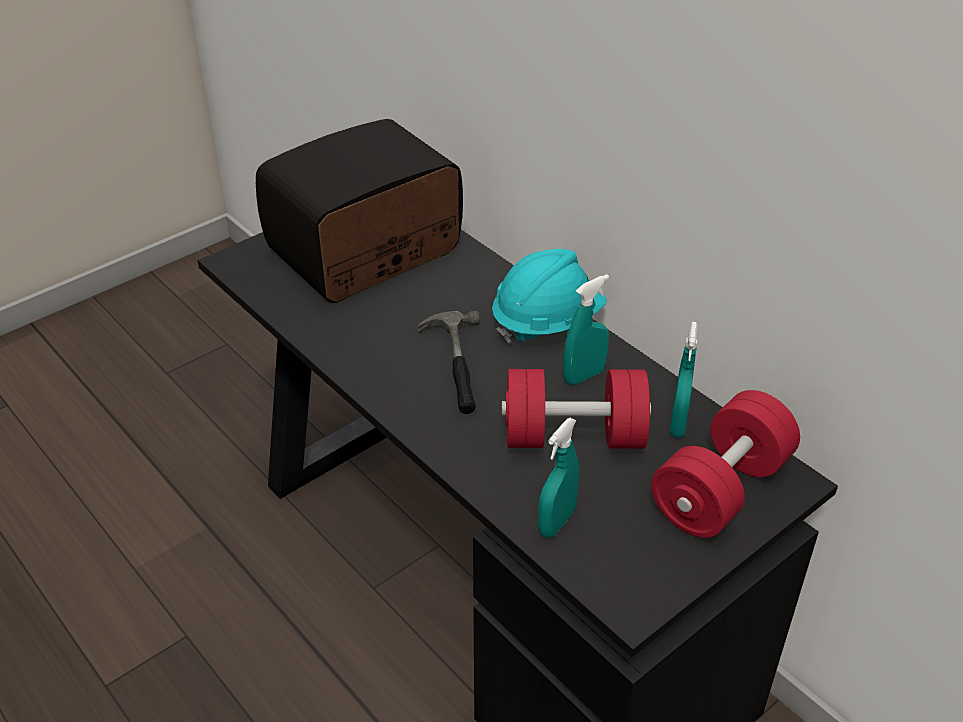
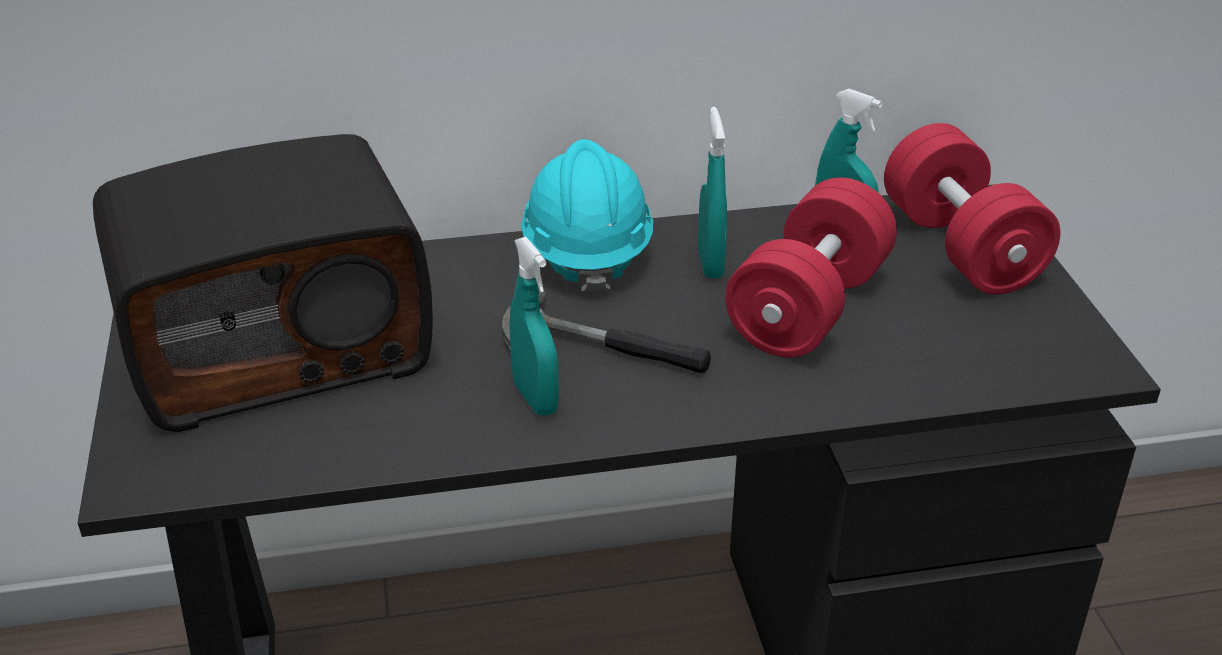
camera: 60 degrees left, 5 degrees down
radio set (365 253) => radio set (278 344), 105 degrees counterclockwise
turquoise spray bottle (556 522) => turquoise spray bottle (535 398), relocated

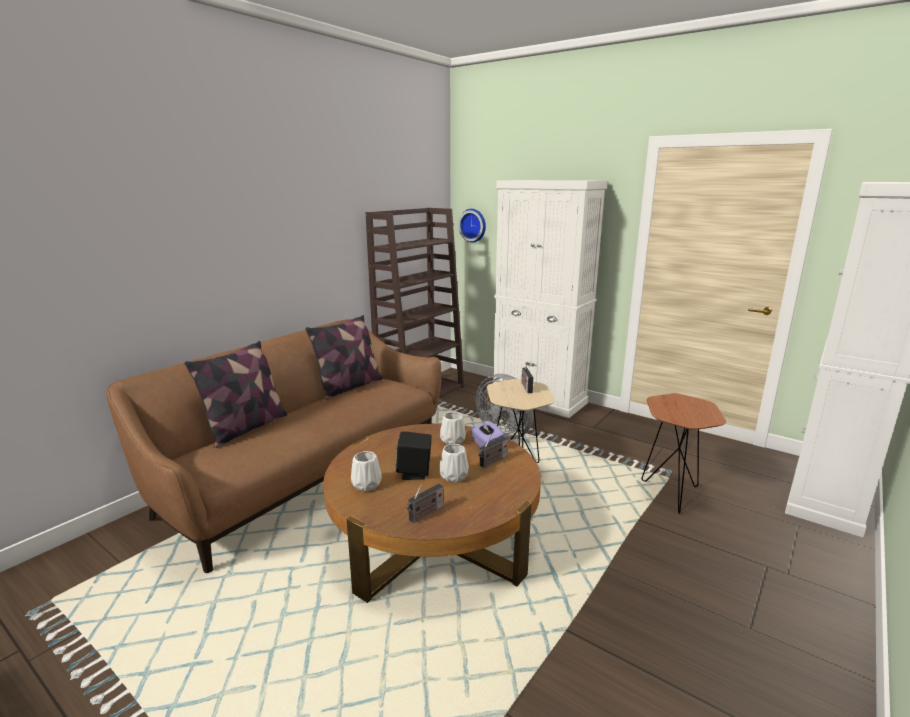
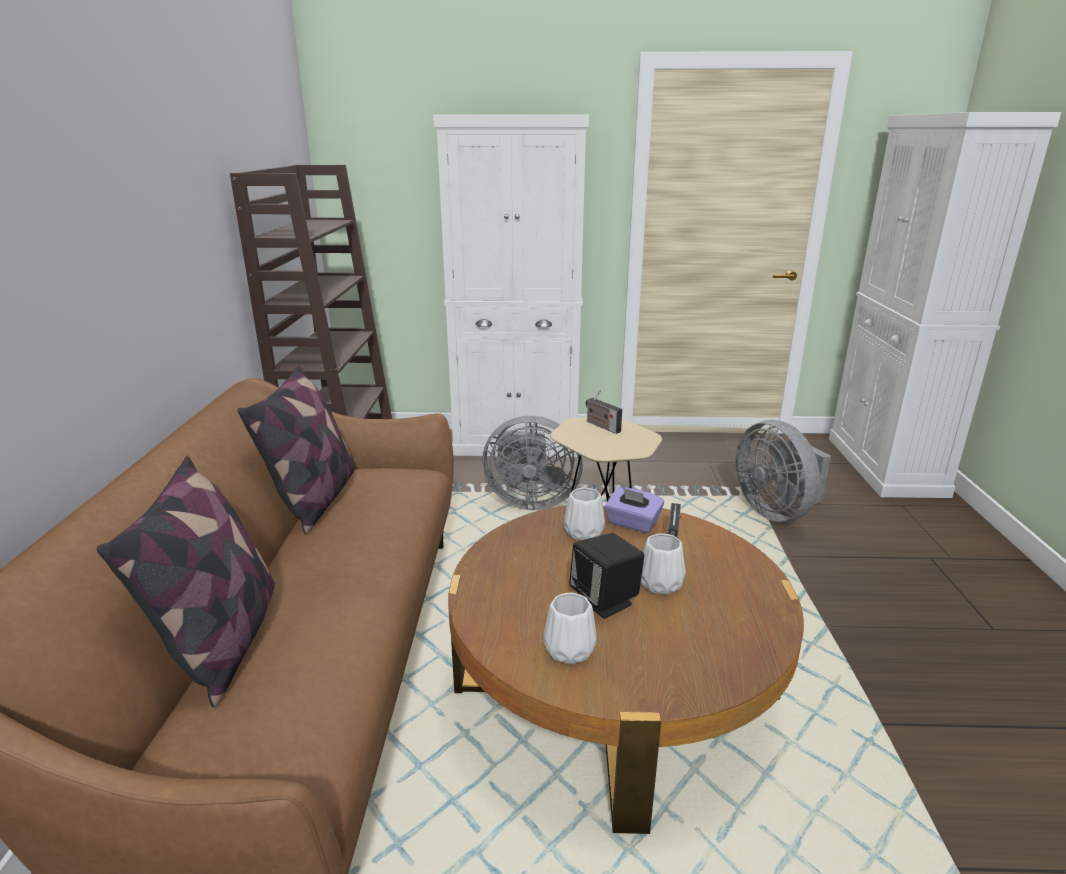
camera: 35 degrees left, 5 degrees up
brown accent table (672 492) => greyish cooling fan (776 511)
radio set (425 514) => nothing
hanging clock (473 225) => nothing

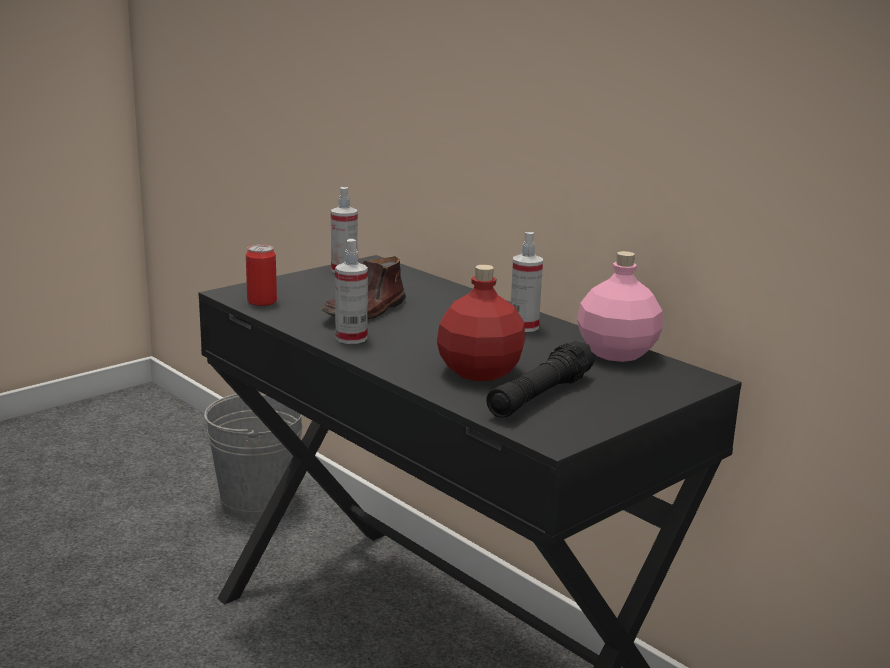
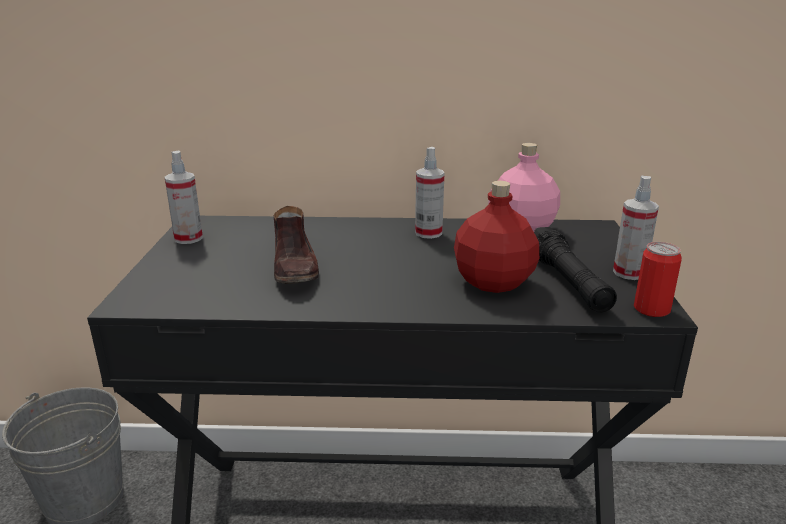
camera: 45 degrees left, 5 degrees up
spray bottle (351 338) => spray bottle (629 273), relocated
sealed can (262 301) => sealed can (651 309), relocated

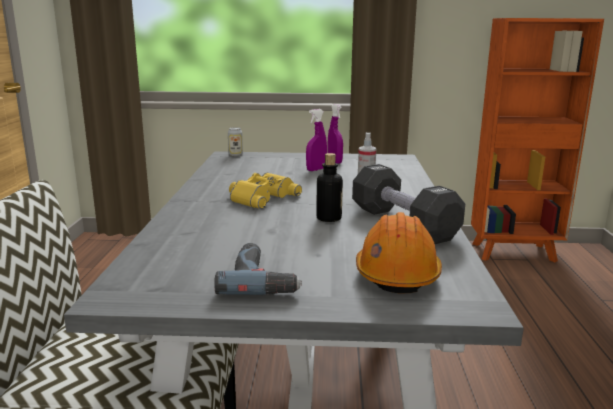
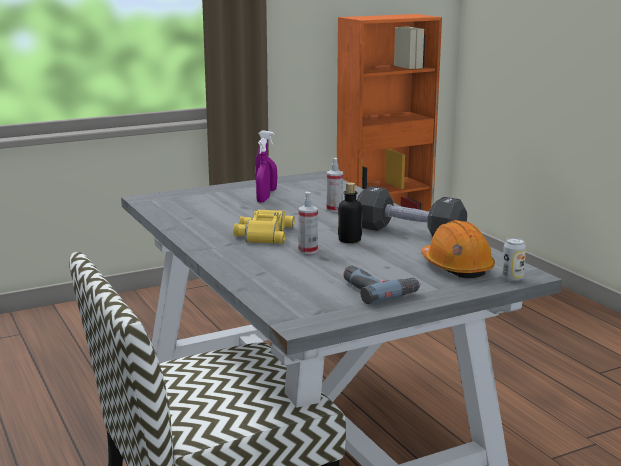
camera: 30 degrees left, 0 degrees up
nothing => spray bottle (308 251)
sealed can (235 154) => sealed can (512 278), relocated

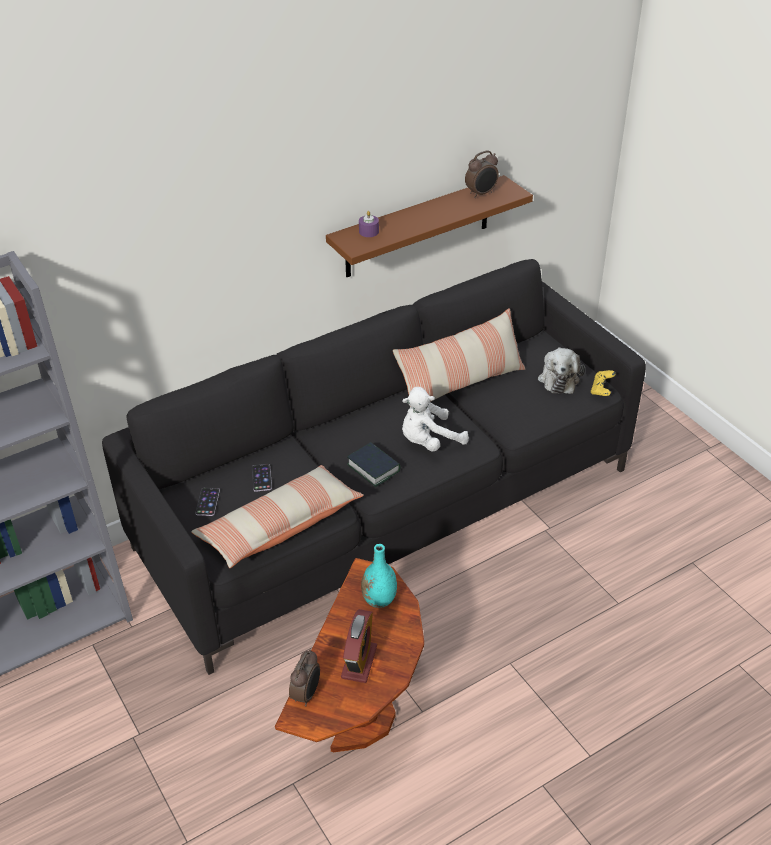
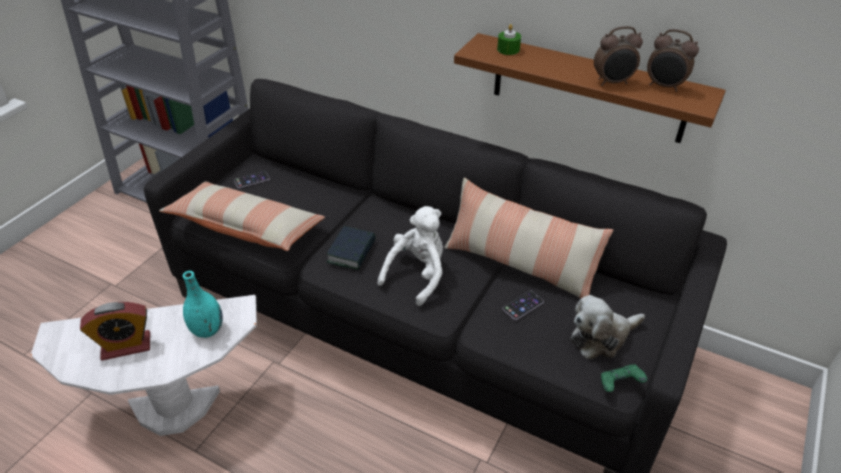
camera: 60 degrees right, 0 degrees up
brown accent table (363 717) => white accent table (174 409)
white cuddly toy (429 441) => white cuddly toy (417 275), 90 degrees clockwise
purple-coloured wax candle (369 231) => greenish wax candle (508 49)
phone (261 478) => phone (523 305), relocated
alarm clock (307 694) => alarm clock (612 83), relocated
yellow game controller (602 390) => greenish game controller (619 385)

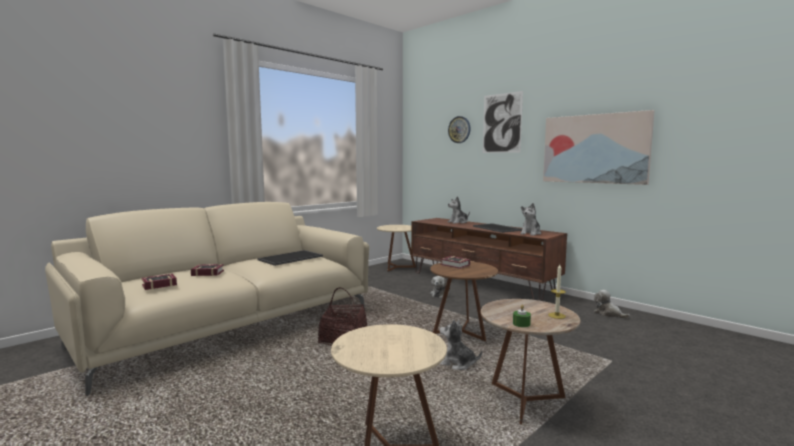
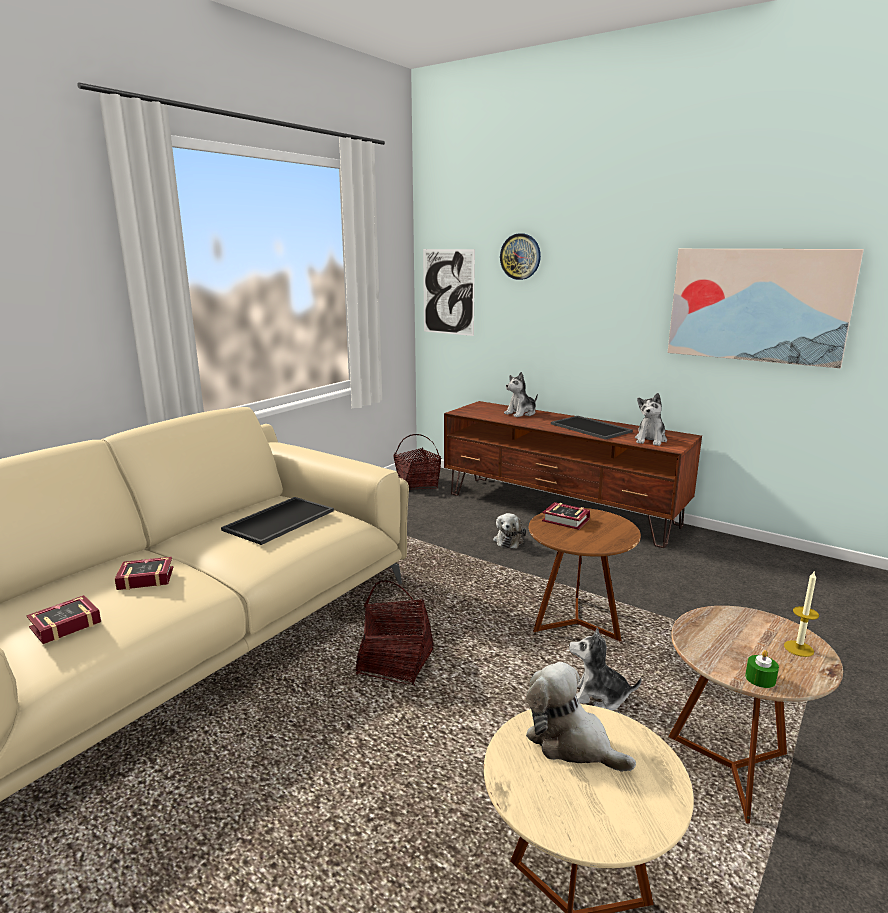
camera: 10 degrees left, 10 degrees up
sand-coloured accent table (397 267) => basket (417 484)
wall art (502 123) => wall art (448 292), relocated
cuddly toy (608 314) => cuddly toy (571 742), relocated

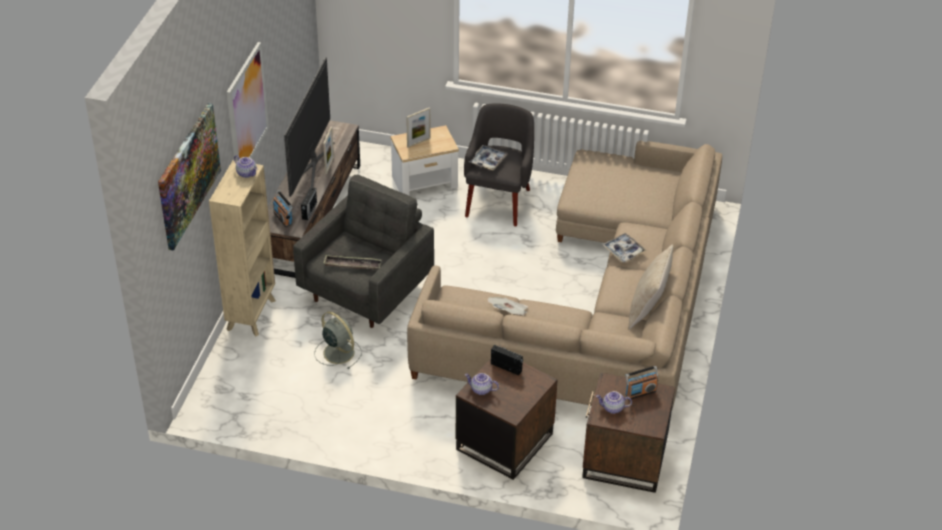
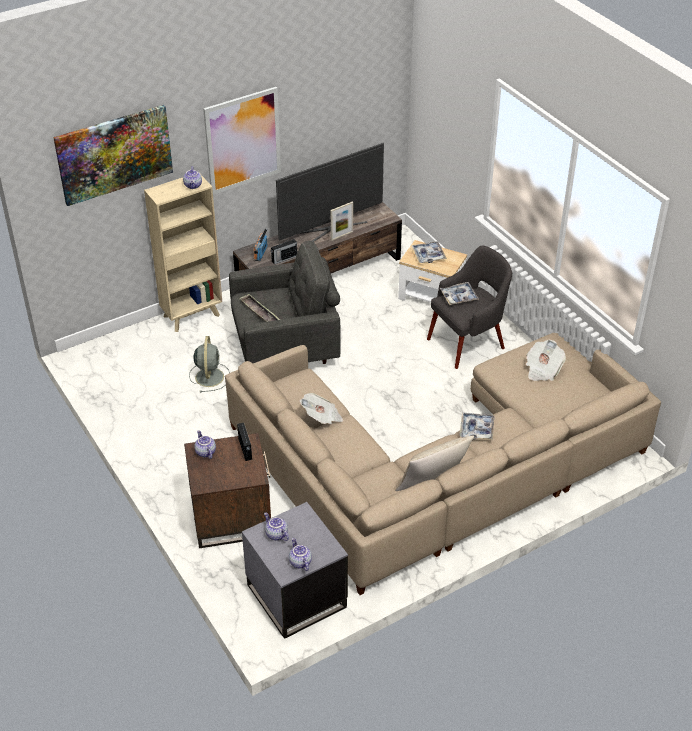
camera: 45 degrees right, 0 degrees up
brown accent table (624 460) => greyish accent table (295 596)
nothing => pot for tea (299 562)
standing frame (418 142) => carrying tray (428 255)
nothing => daily paper (542 369)
radio set (640 392) => nothing

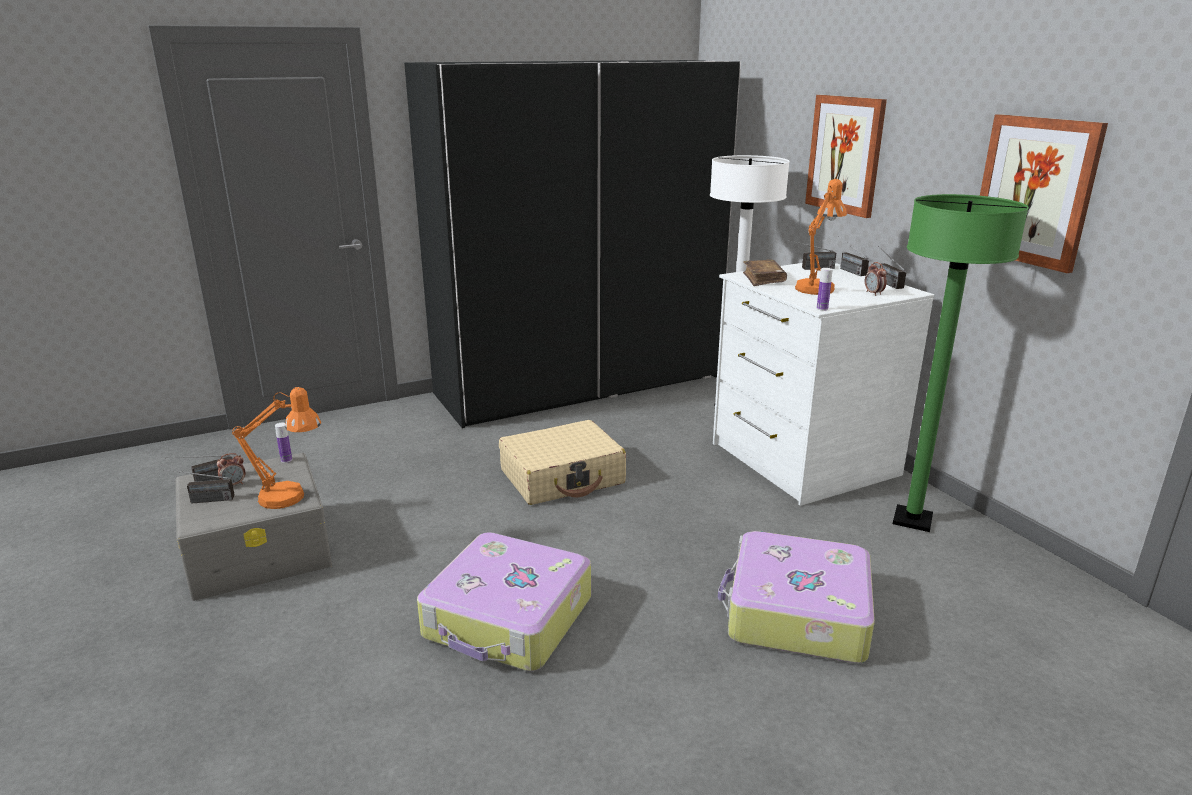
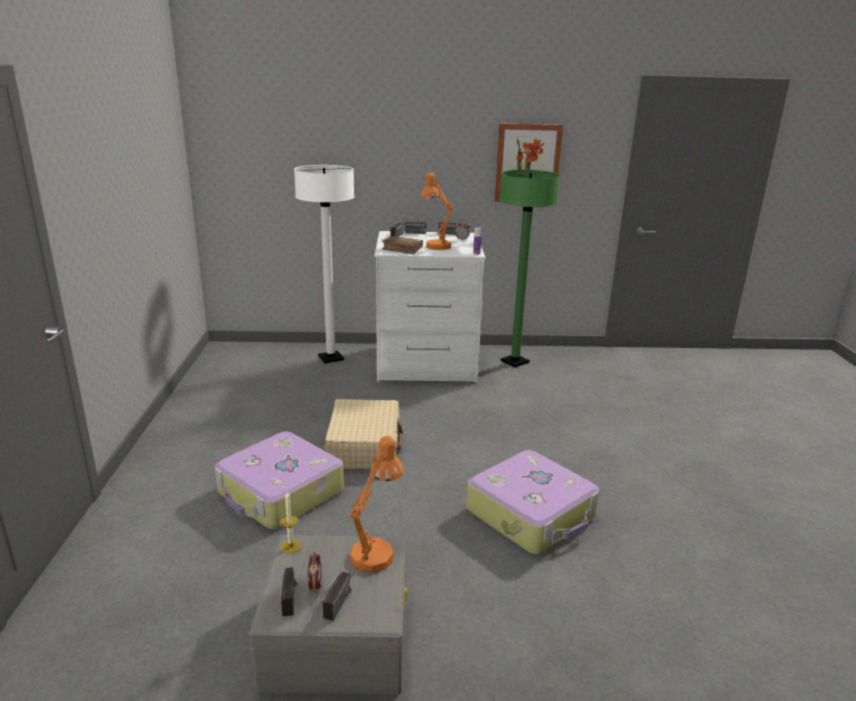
camera: 65 degrees left, 0 degrees up
travel case (796 613) => travel case (280 493), relocated
bottle (286 460) => wax candle (291 546)
black wardrobe (579 385) => nothing
wall art (845 155) => nothing

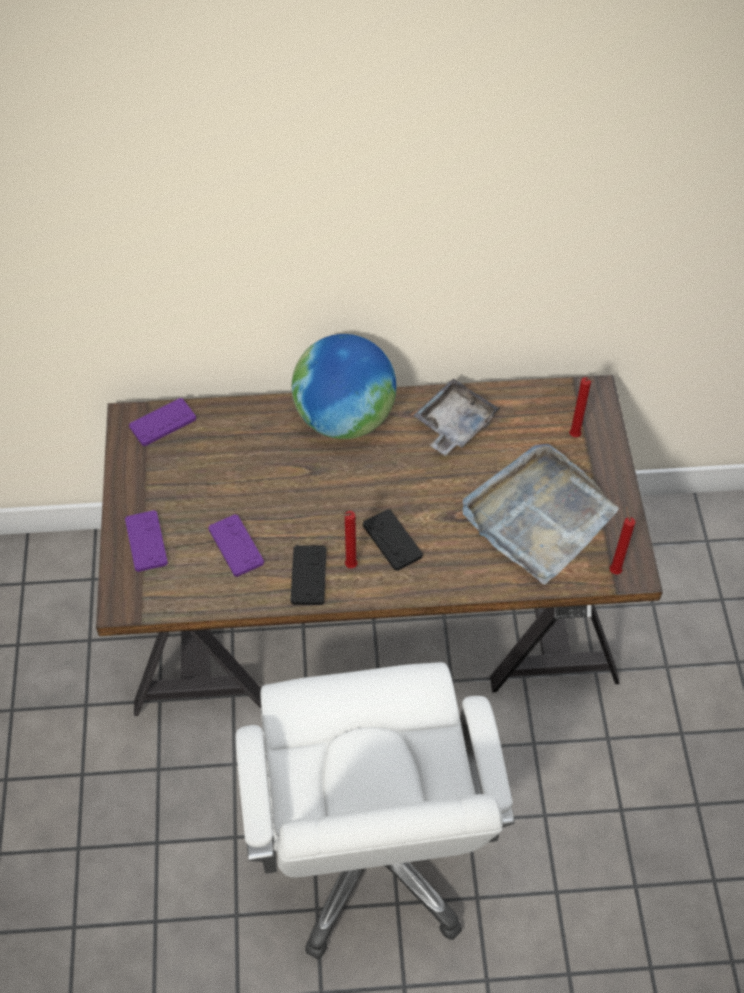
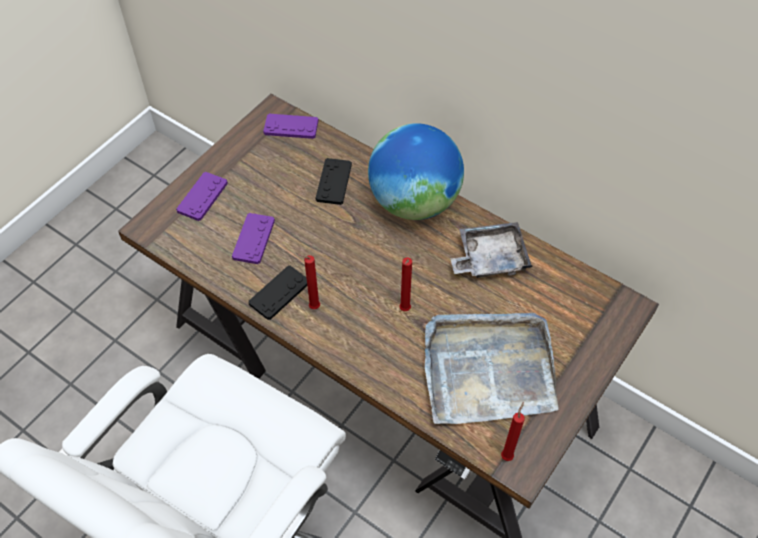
camera: 40 degrees right, 0 degrees up
black game controller (392 540) => black game controller (334 182), relocated
red-coloured wax candle (575 437) => red-coloured wax candle (404 310), relocated

